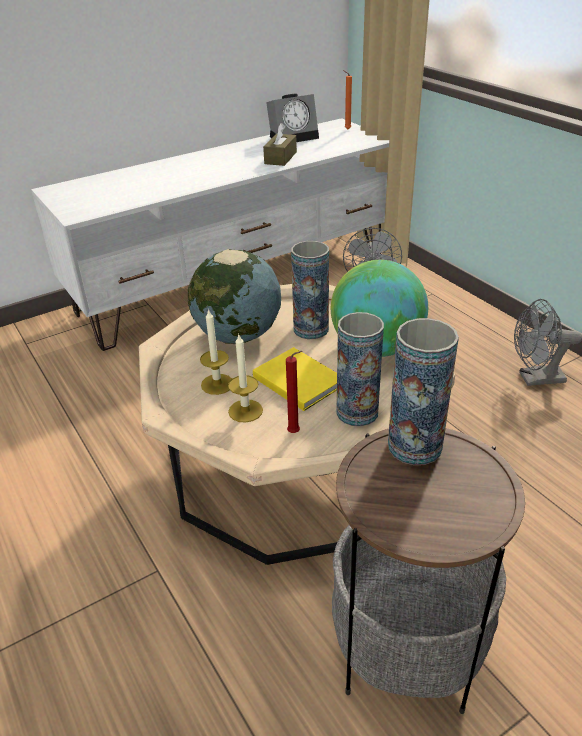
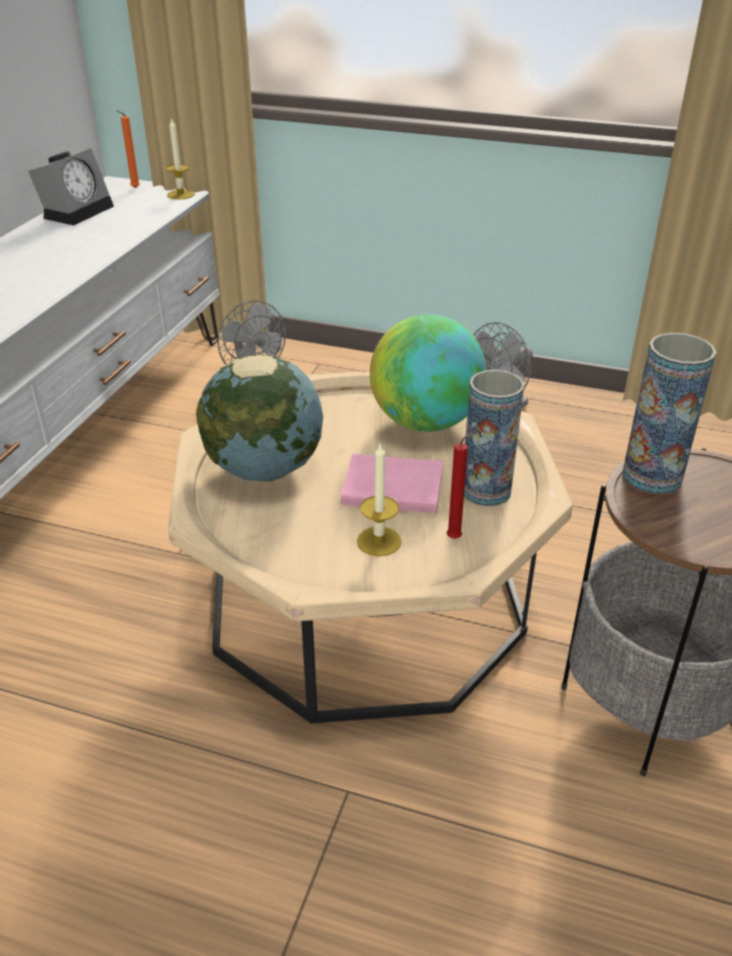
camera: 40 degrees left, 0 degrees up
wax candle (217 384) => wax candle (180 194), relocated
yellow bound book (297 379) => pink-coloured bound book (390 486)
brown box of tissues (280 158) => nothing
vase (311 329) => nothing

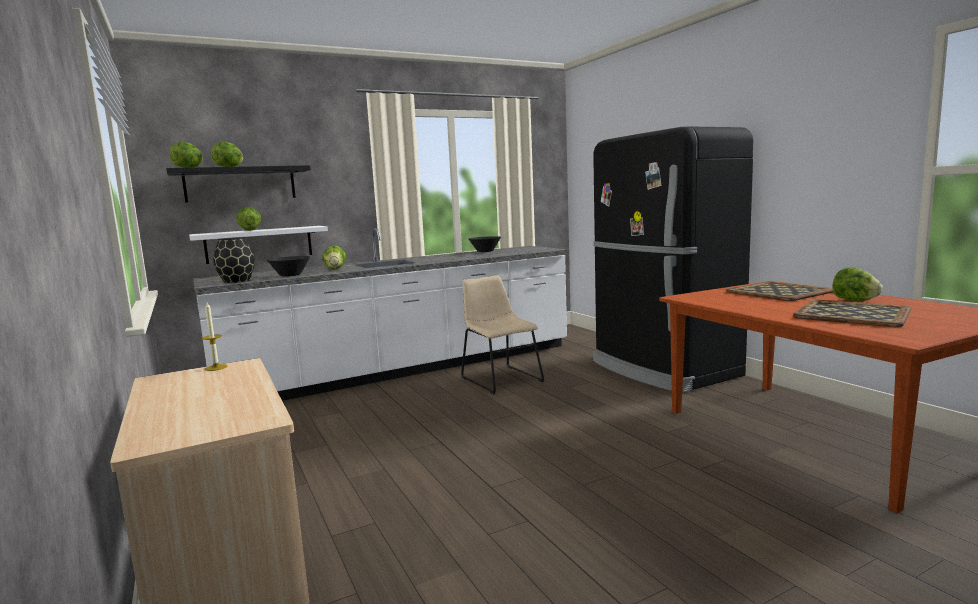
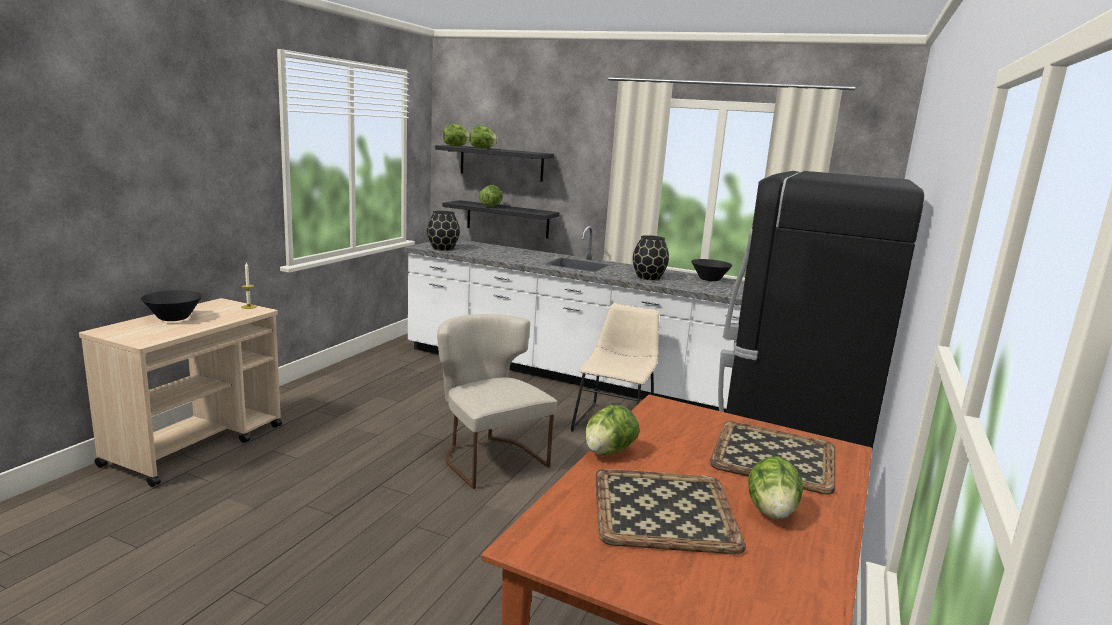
camera: 50 degrees right, 5 degrees up
black serving bowl (290 275) => black serving bowl (174 318), relocated
nothing => sand-coloured upright chair (488 457)
white shelf (259 244) => black shelf (507 219)
head of lettuce (335 269) => head of lettuce (608 452), relocated
nothing => black vase (649 277)

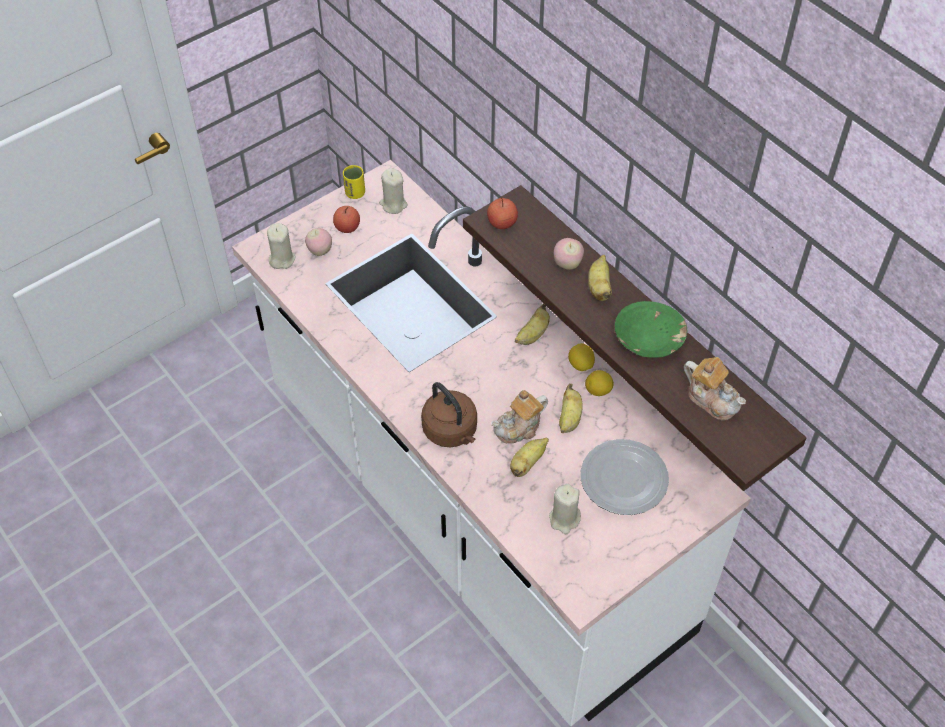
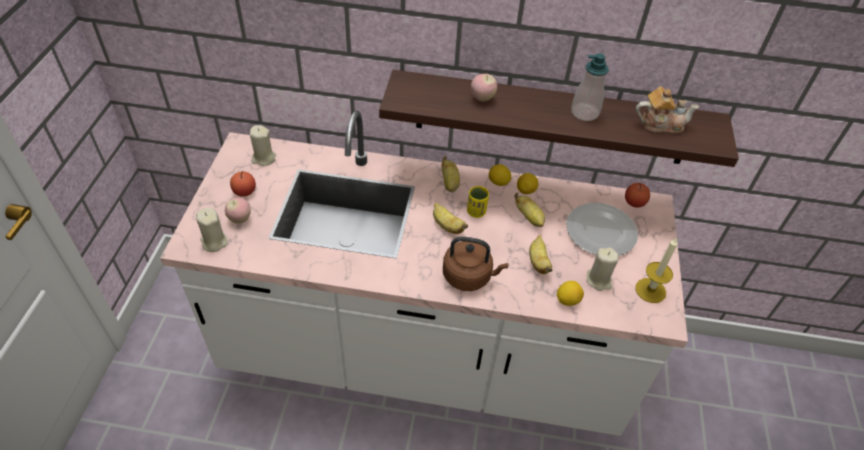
camera: 45 degrees left, 5 degrees down
banana (599 287) => banana (447 226), relocated
yellow small cup (355 193) => yellow small cup (476 212), relocated
nothing => citrus fruit (567 300)
greenish serving bowl (649 339) => soap dispenser (584 113)
apple (502 223) => apple (634 202), relocated
nothing => wax candle (650 290)
pot for tea (519 428) => nothing

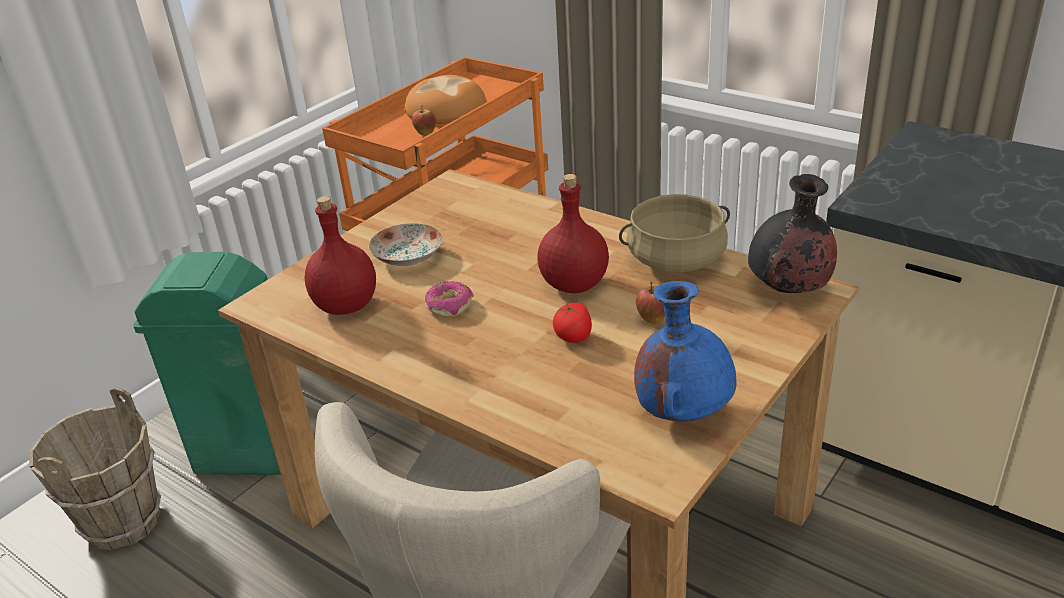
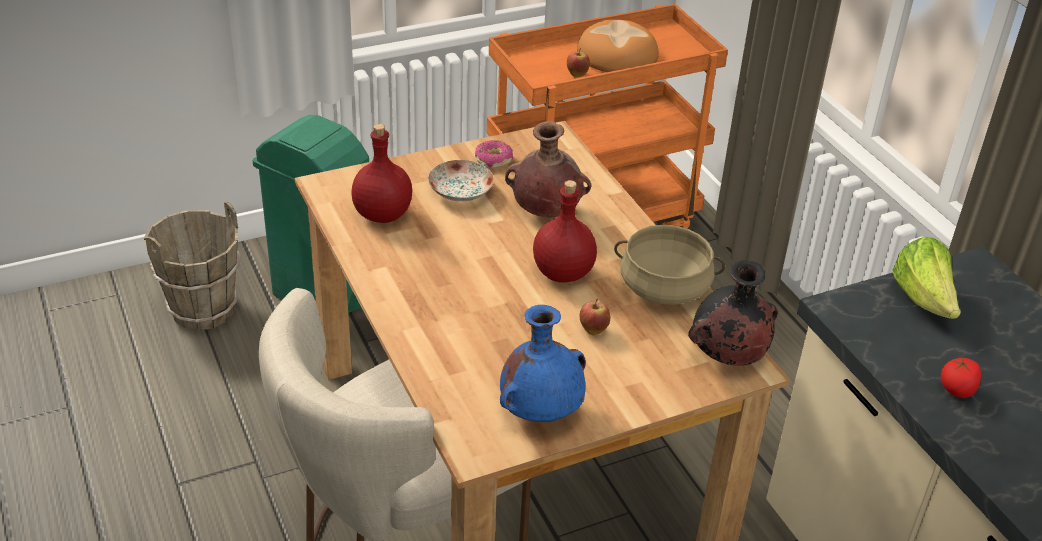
camera: 25 degrees right, 5 degrees up
donut (450 306) => donut (494 160), relocated
nothing => brown vase (545 212)
nothing => head of lettuce (923 300)
whole tomato (573 337) => whole tomato (957 390), relocated

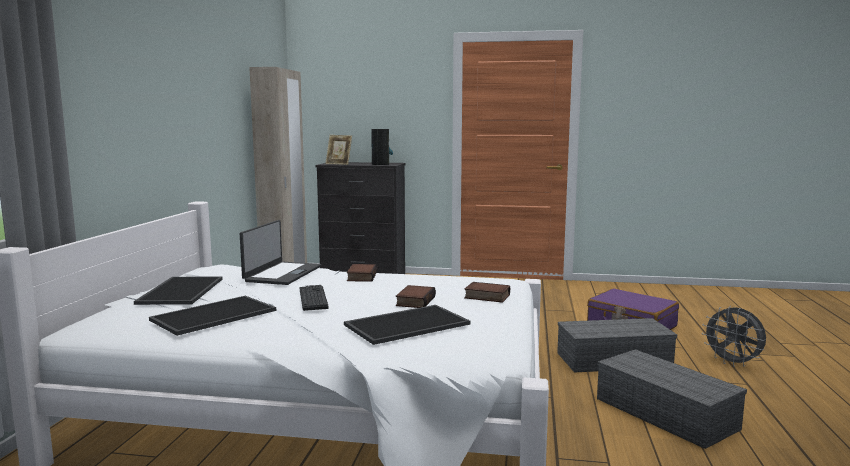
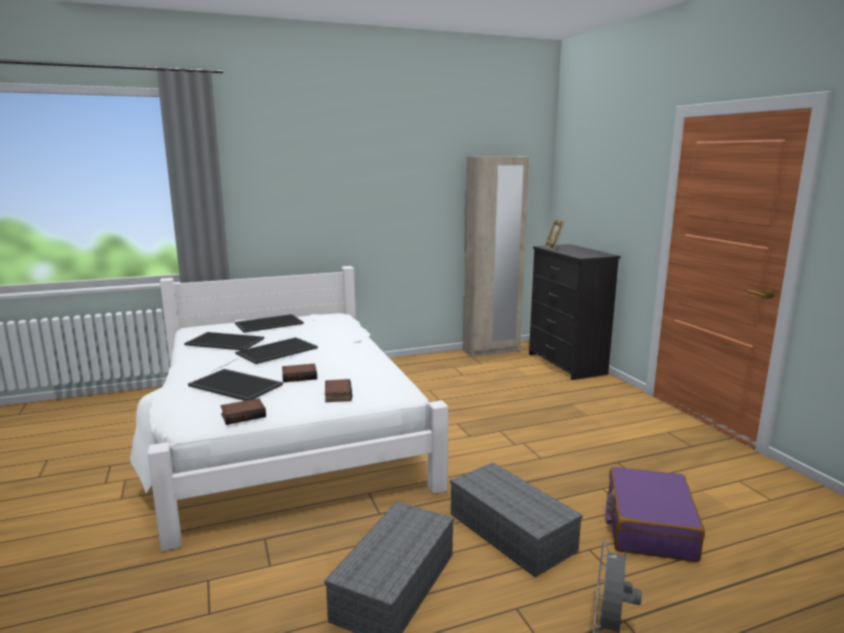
camera: 60 degrees right, 5 degrees up
bound book (361 276) => bound book (244 415), relocated
computer keyboard (313 298) => carrying tray (277 351)
laptop (282 274) => nothing
vase (380 164) => nothing

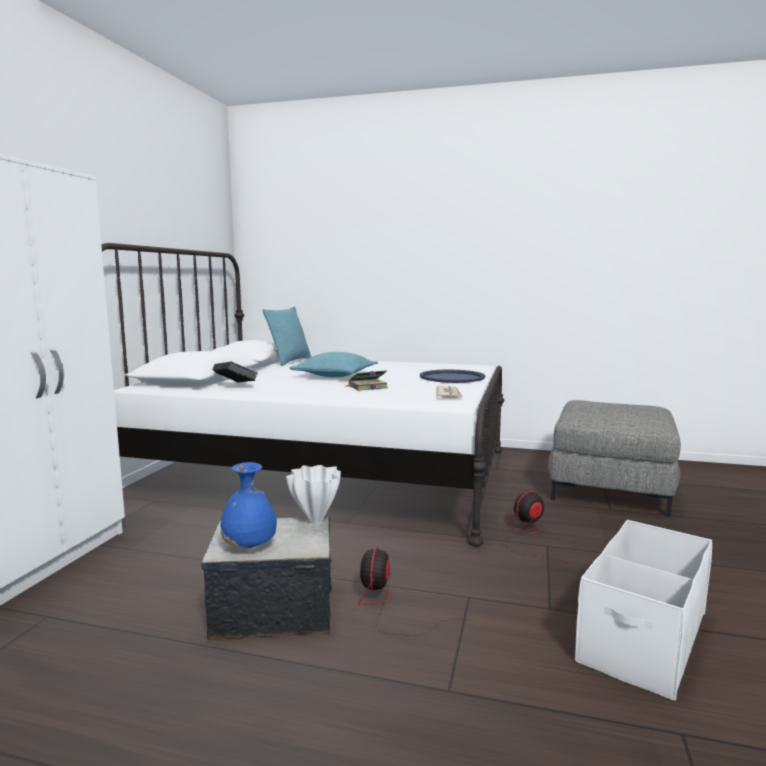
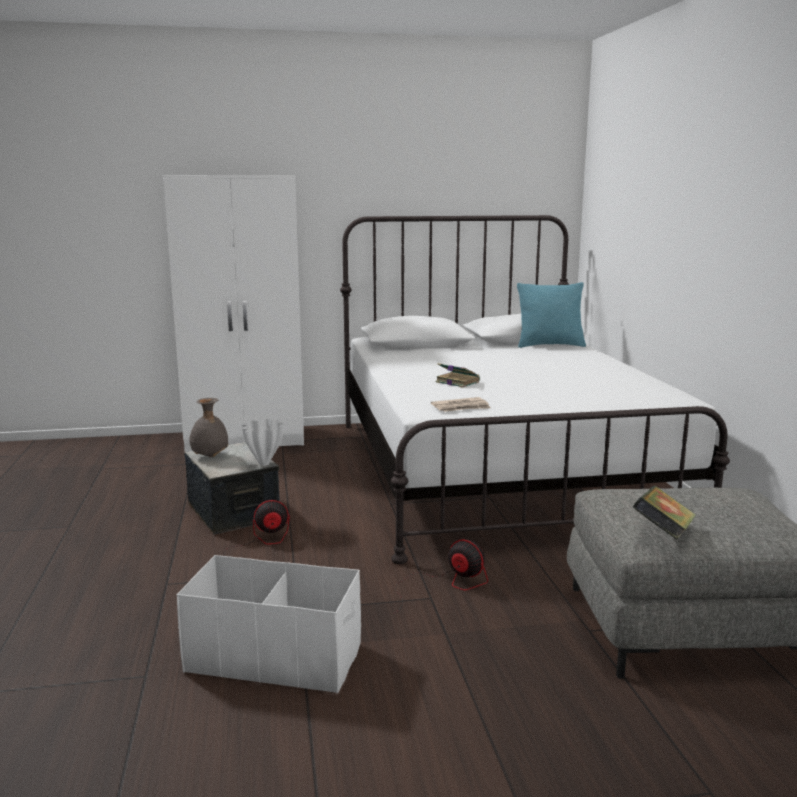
camera: 65 degrees right, 5 degrees up
blue vase (250 547) => greyish vase (209 457)
bound book (235 386) => bound book (663 534), relocated
turquoise throw pillow (335 376) => nothing
blue carrying tray (452 377) => nothing

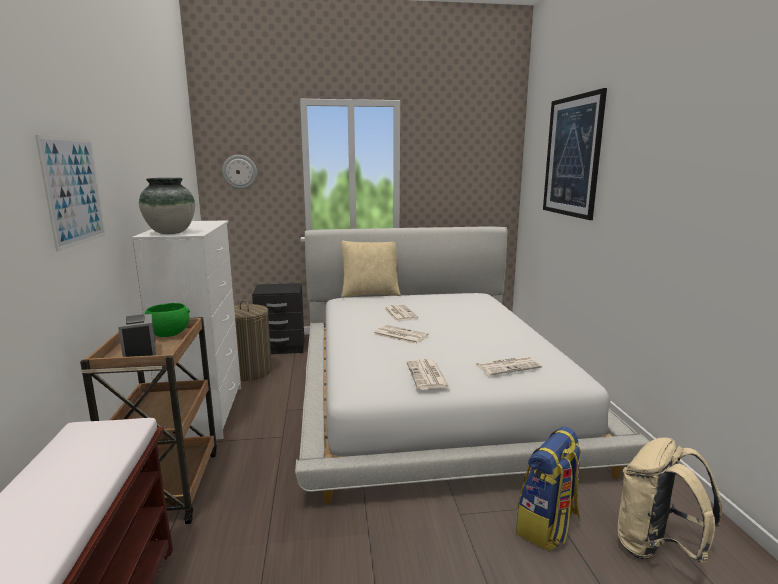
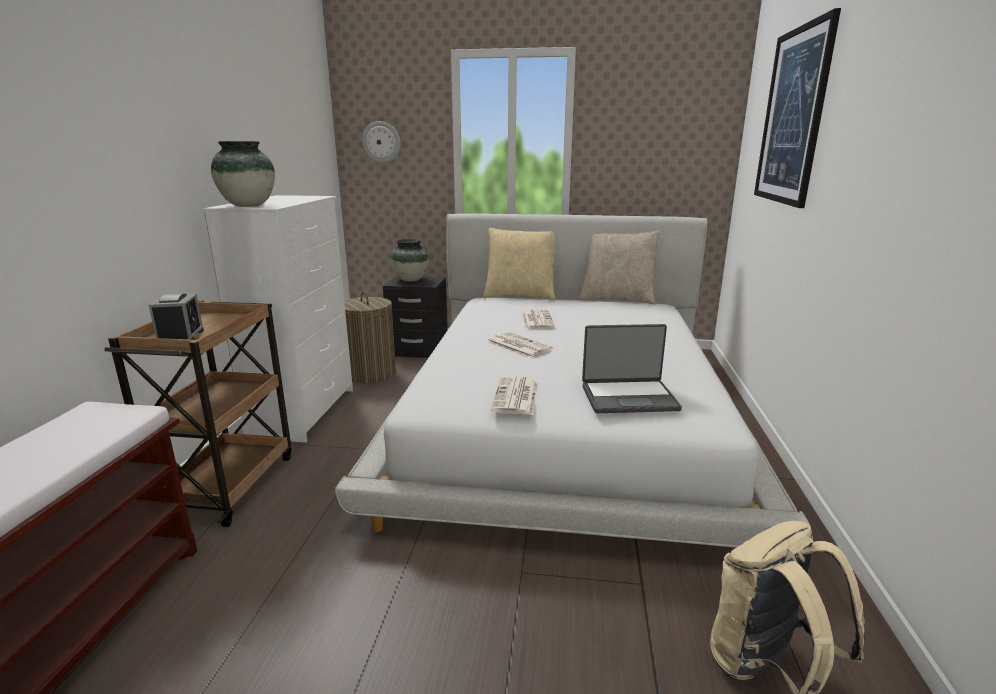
camera: 15 degrees right, 5 degrees up
nothing => vase (410 280)
nothing => sand-coloured throw pillow (616 299)
daily paper (508 366) => laptop (628 397)
wall art (74 191) => nothing
greenish serving bowl (168 335) => nothing
backpack (547 526) => nothing

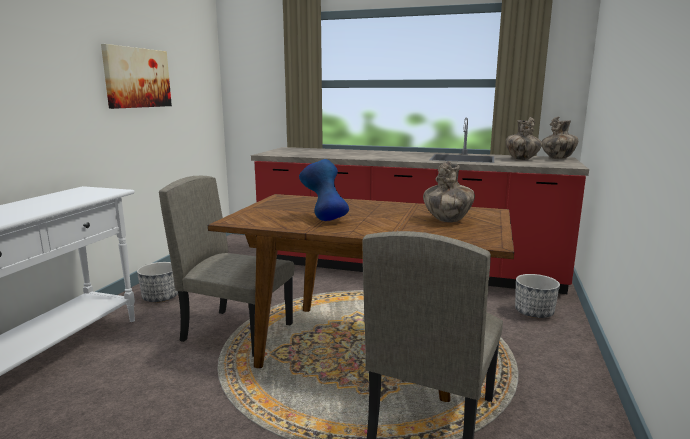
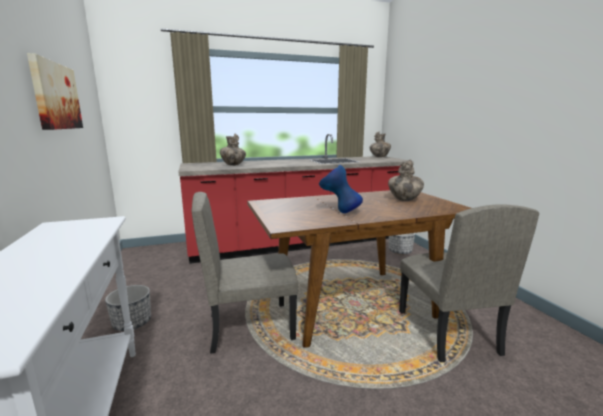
camera: 35 degrees left, 0 degrees up
vase (521 159) => vase (233 165), relocated

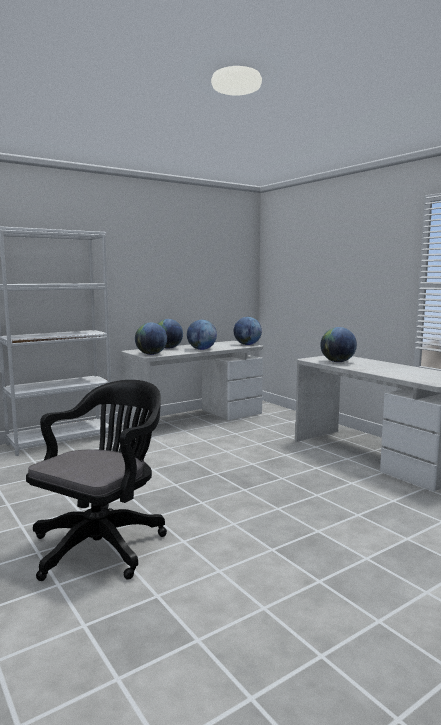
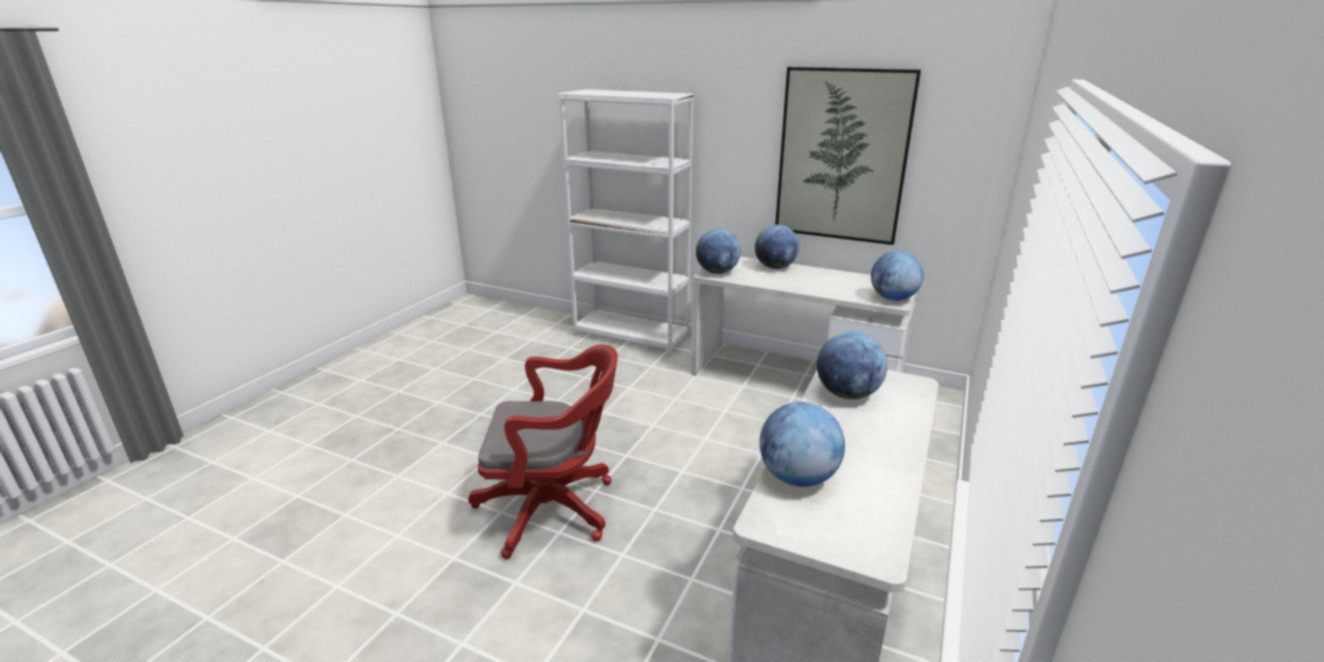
camera: 60 degrees right, 15 degrees up
nothing => red-coloured desk chair (554 508)
world globe (201 349) => world globe (798 477), relocated
nothing => wall art (842 156)
black desk chair (103 544) => nothing

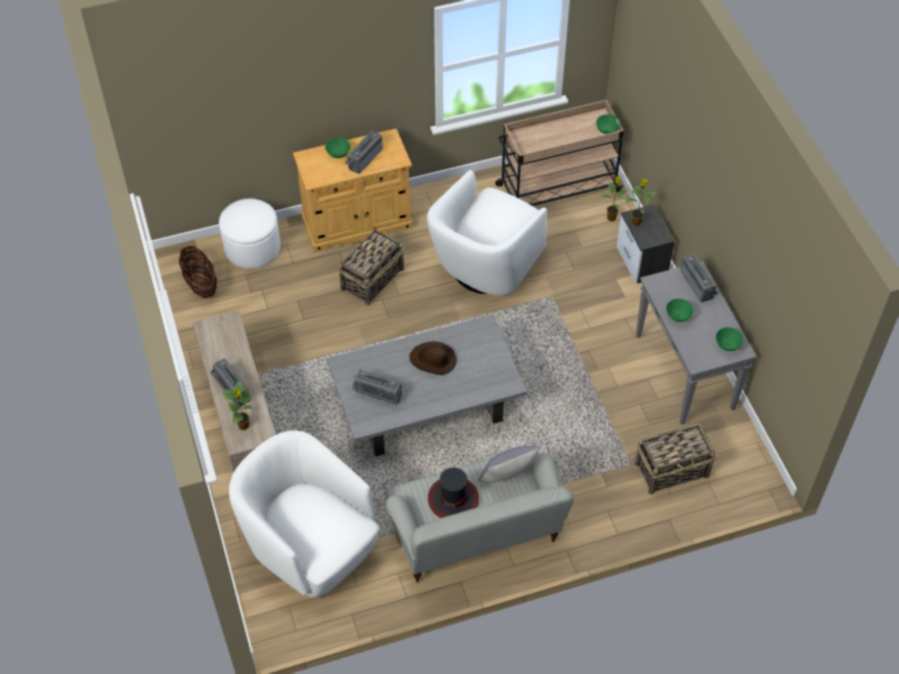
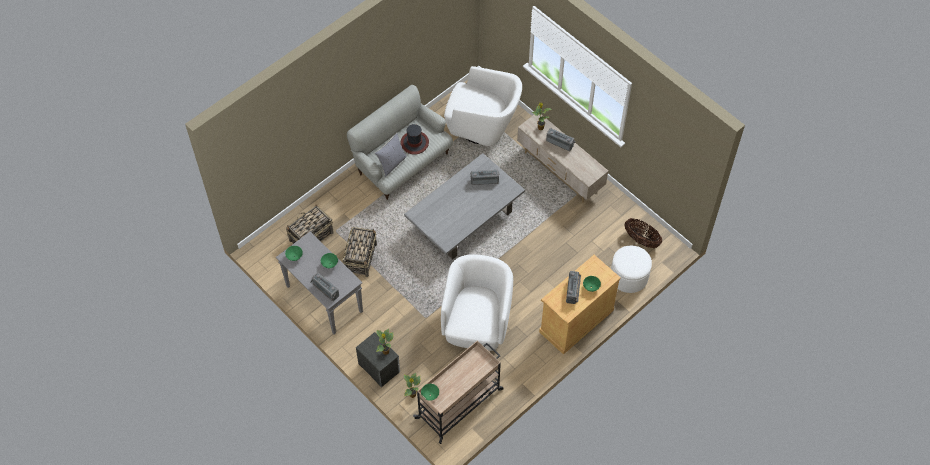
camera: 155 degrees right, 5 degrees up
basket (372 279) => basket (361 257), relocated
brown clothing hat (433 360) => nothing

